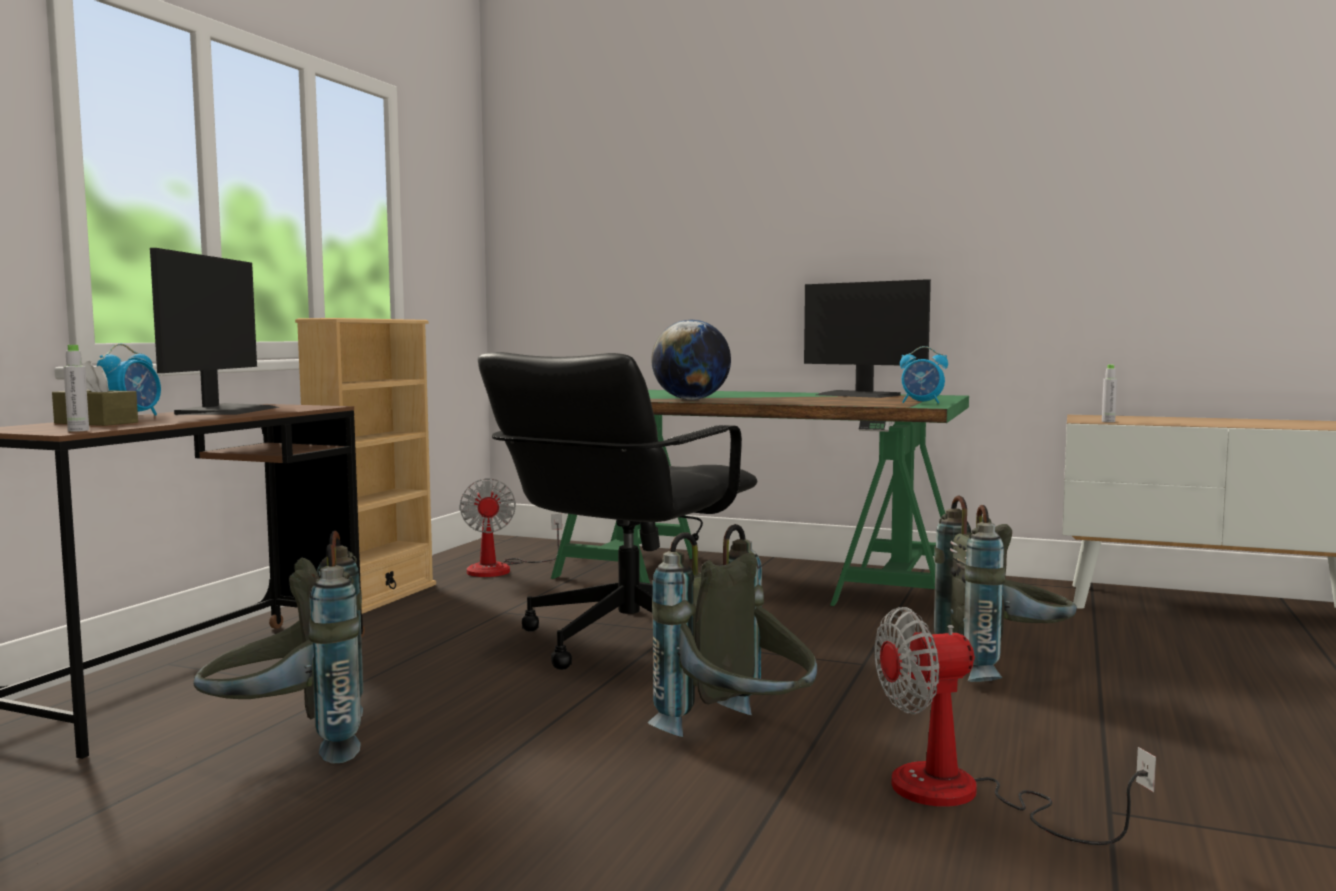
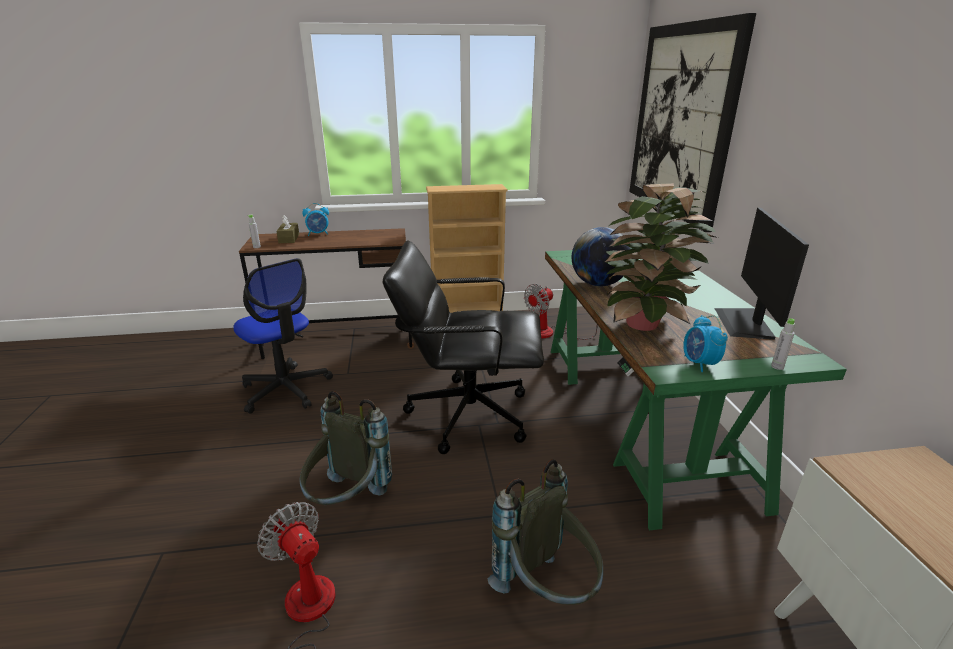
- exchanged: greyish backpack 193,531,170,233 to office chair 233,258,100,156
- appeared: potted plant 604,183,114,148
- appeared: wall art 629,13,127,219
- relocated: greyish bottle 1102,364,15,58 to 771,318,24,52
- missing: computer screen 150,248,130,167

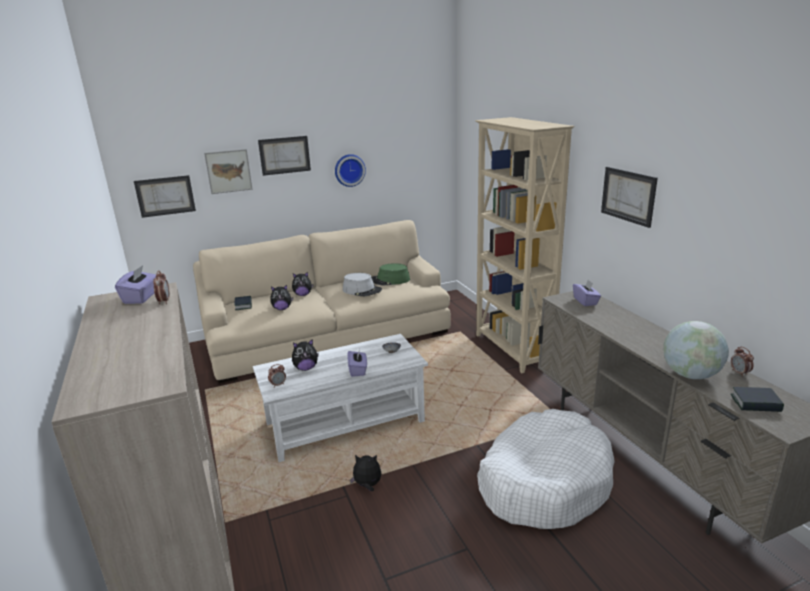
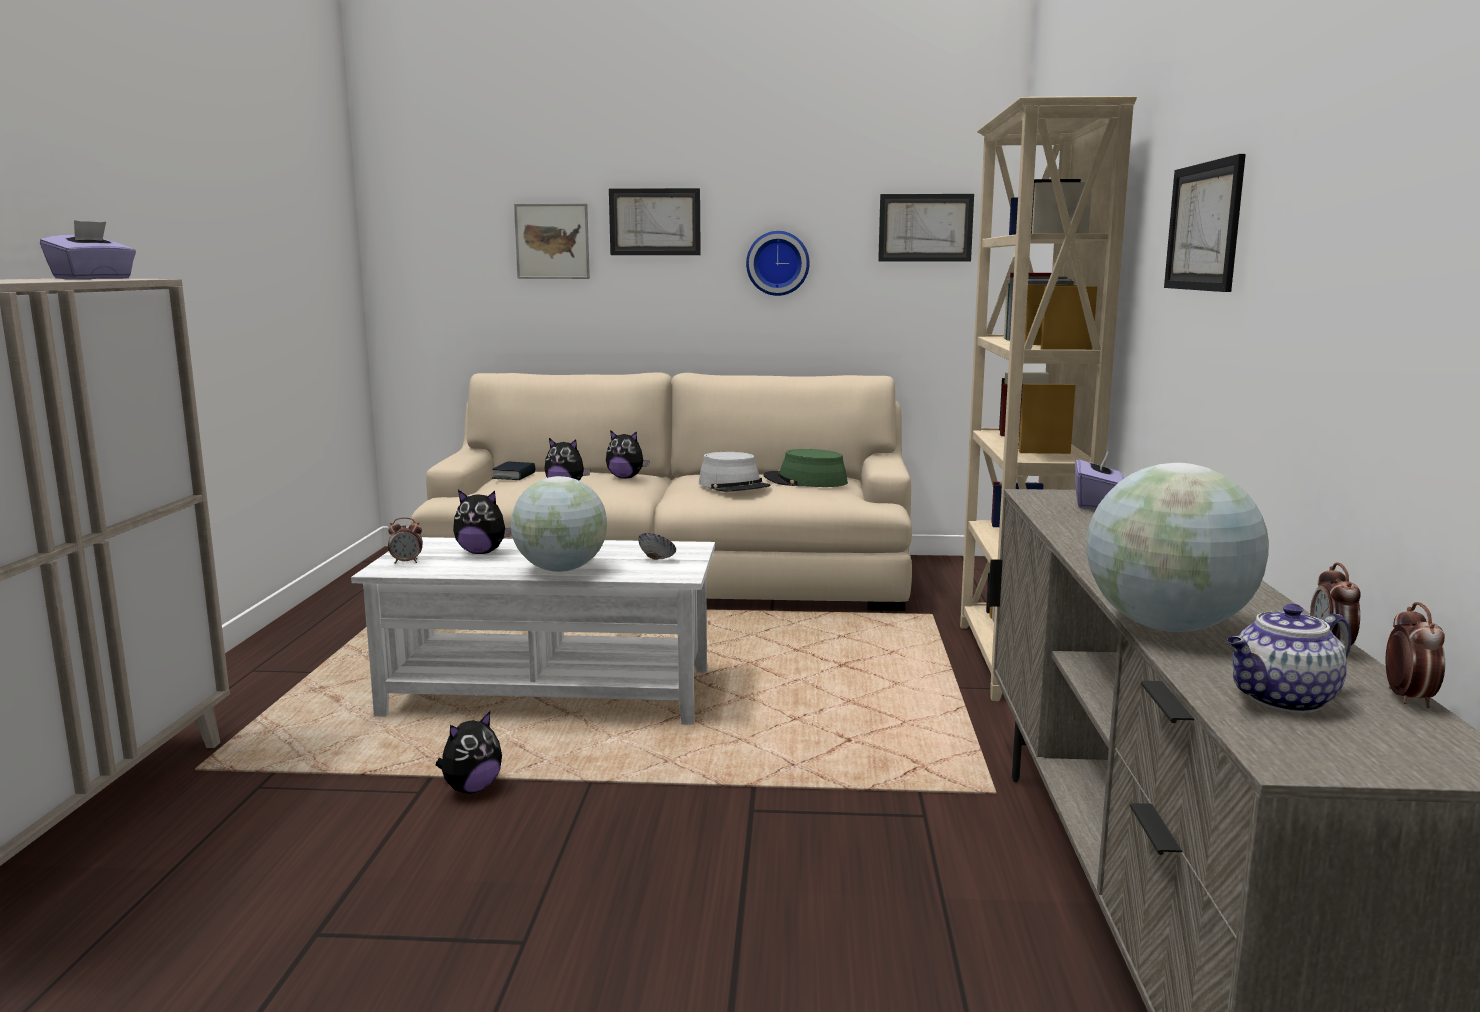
- spun: plush toy 350,455,31,36 = 436,711,66,82 105 degrees clockwise
- exchanged: purplish tissue box 348,349,19,28 to world globe 511,476,96,96
- relocated: wall art 134,175,62,43 to 878,194,96,68
- exchanged: bound book 731,387,53,25 to pot for tea 1227,604,124,109
- relocated: bedside clock 153,270,17,34 to 1385,602,60,106
- missing: white dog bed 477,409,138,120

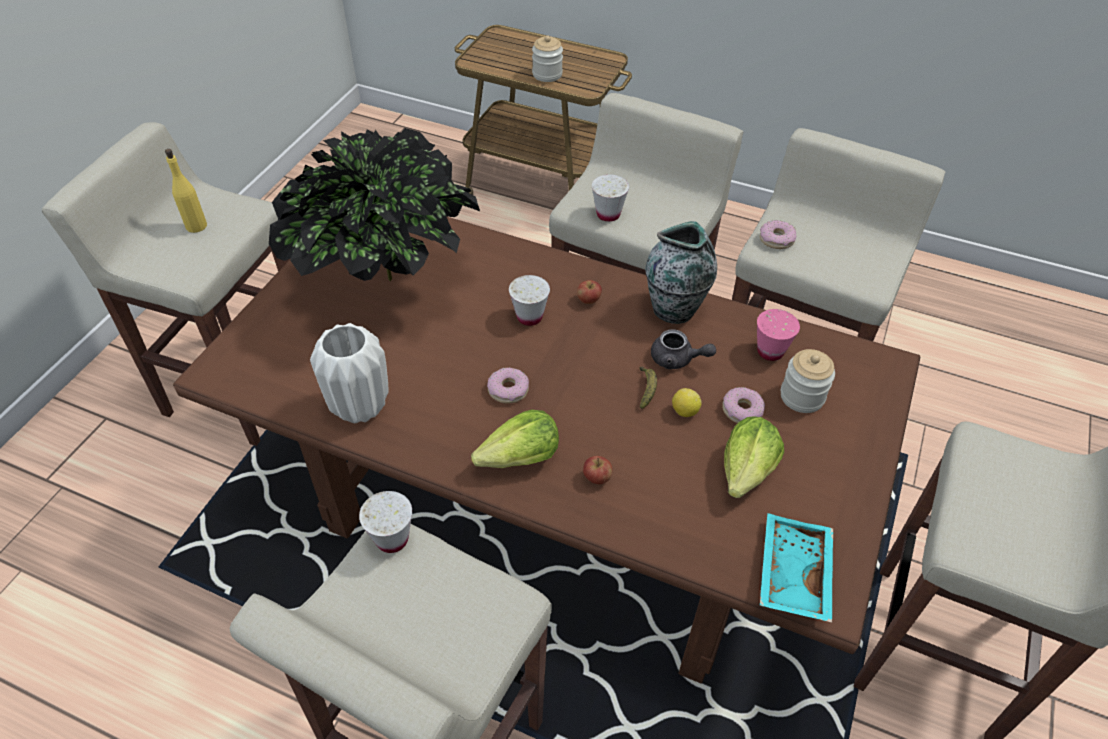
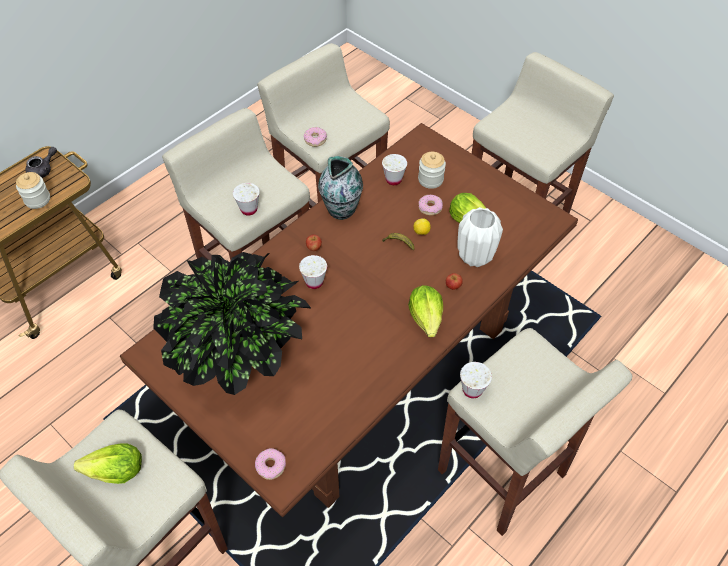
- relocated: greyish pot for tea 651,329,65,40 to 25,147,32,31
- exchanged: yellow-coloured bottle 165,149,42,84 to lettuce 74,443,68,41
- relocated: ring doughnut 487,368,42,36 to 255,448,31,32
- colour: pinkish cup 757,309,43,52 to white cup 382,154,25,31
- relocated: white decorative vase 310,323,79,100 to 457,207,46,60
- missing: turquoise-coloured carrying tray 760,513,73,110

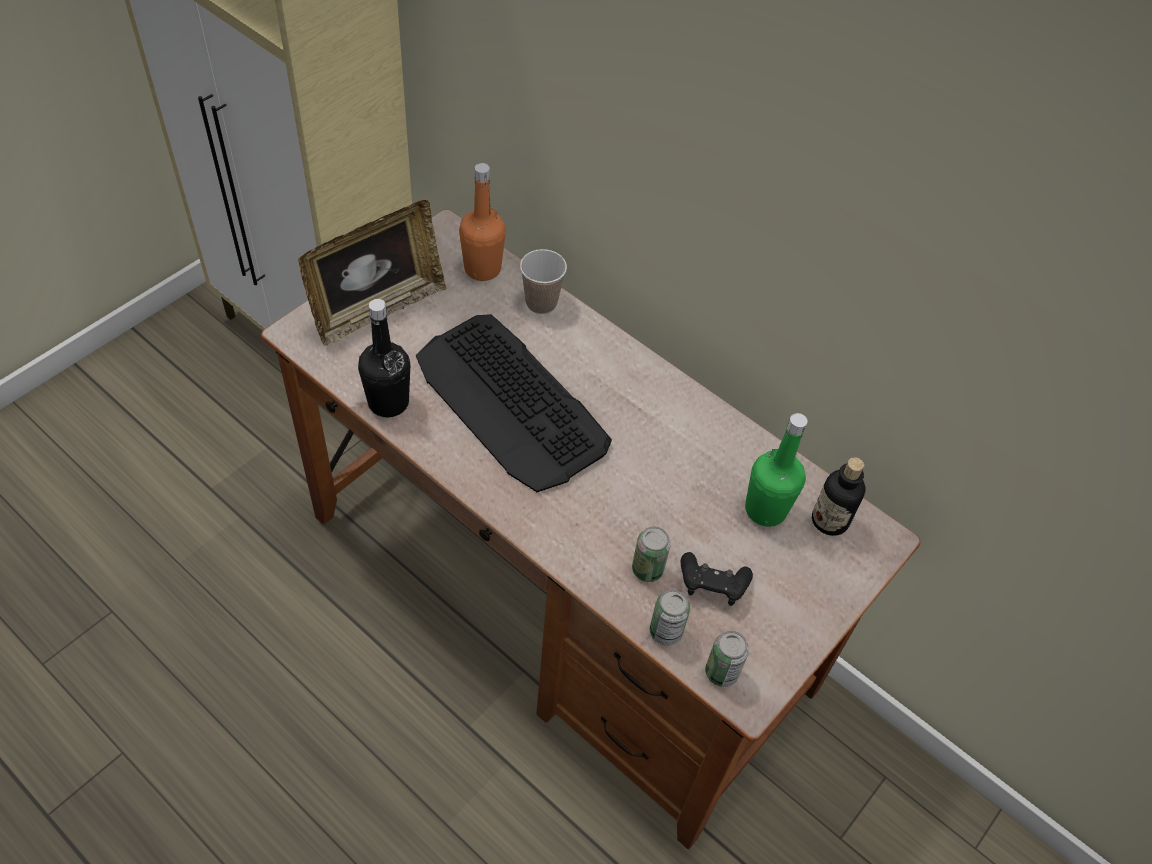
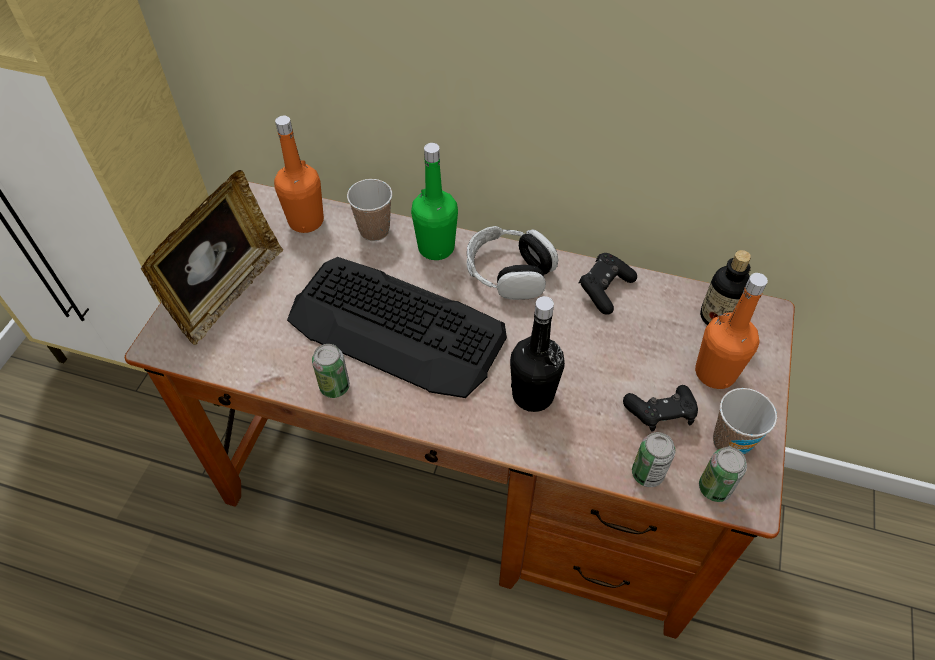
- relocated: metal can 632,526,39,56 to 312,344,38,54
- relocated: greenish bottle 745,413,63,114 to 411,143,47,117
- appeared: headphones 467,226,91,74
- relocated: blackish bottle 358,299,52,118 to 510,296,55,116
- appeared: blackish gamepad 579,253,58,62
- appeared: orange bottle 695,273,73,116
- appeared: cup 713,388,64,67

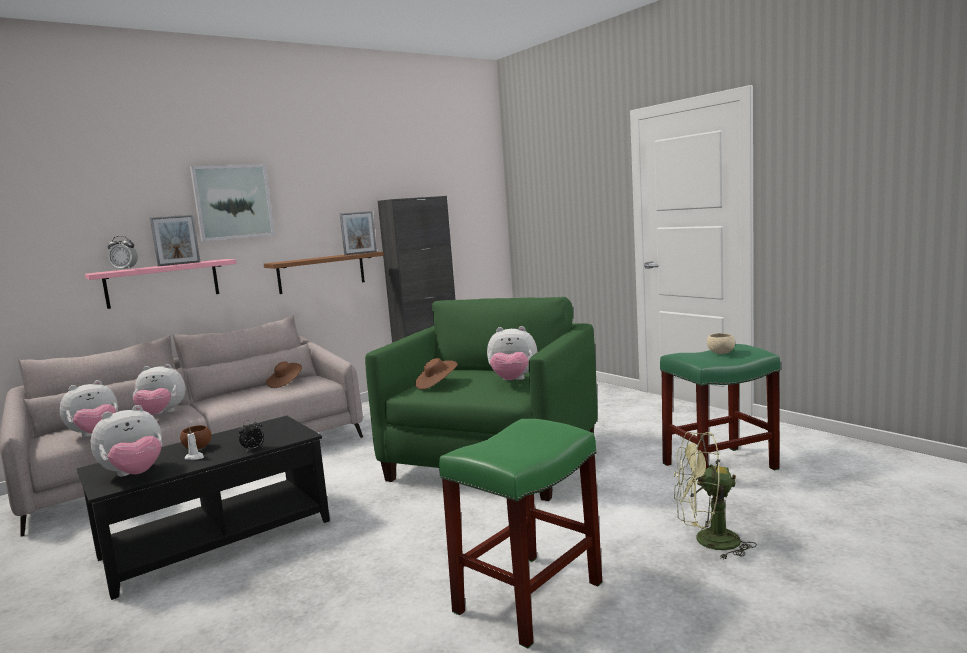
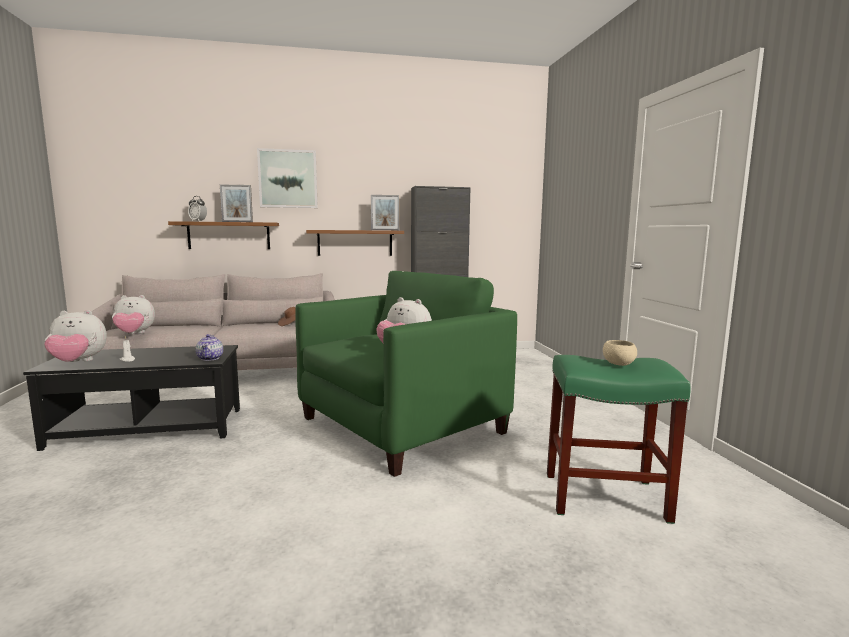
- colour: pinkish shelf 85,259,151,50 to brown shelf 168,221,111,28
- appeared: pot for tea 196,334,27,27
- missing: plush toy 133,364,52,50
- missing: brown deep dish 180,425,32,24
- missing: bedside clock 239,419,25,33
- missing: brown clothing hat 415,358,42,32
- missing: greenish stool seat 439,419,163,230
- missing: greenish cooling fan 674,432,83,128

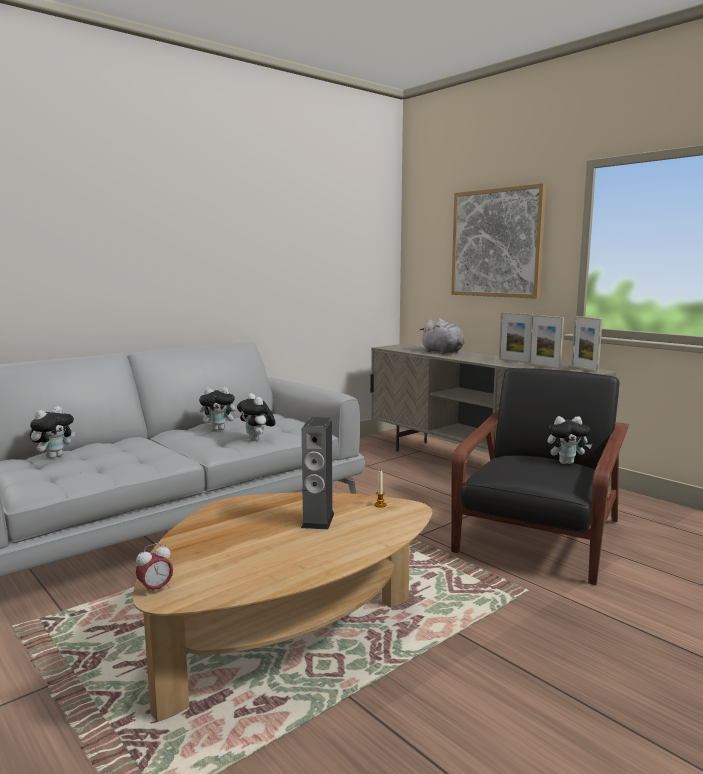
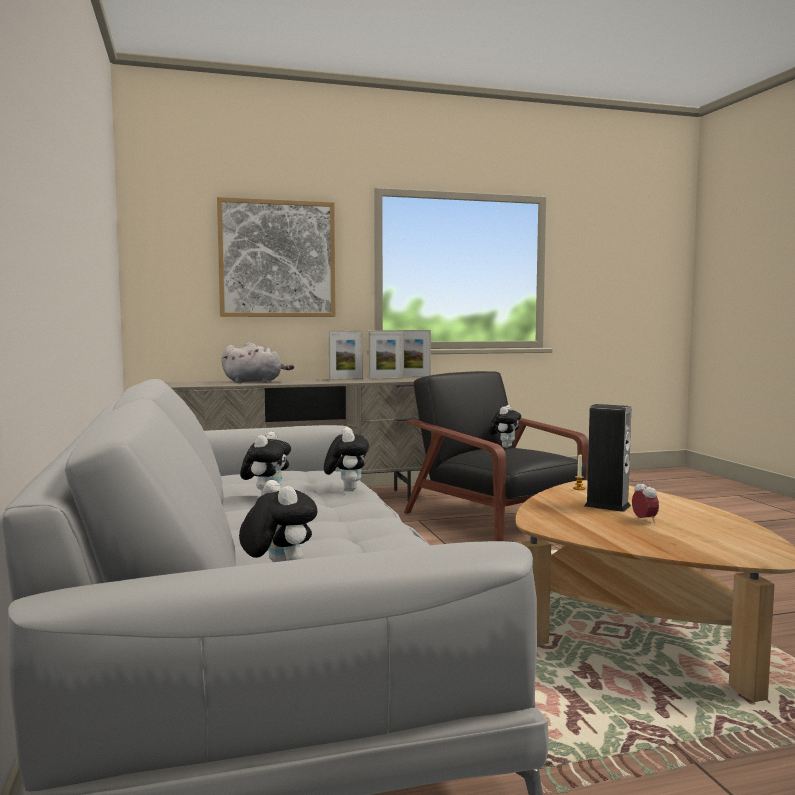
- spun: plush toy 237,393,39,48 = 324,427,45,64 90 degrees counterclockwise
- relocated: bedside clock 136,543,37,53 to 632,480,27,43

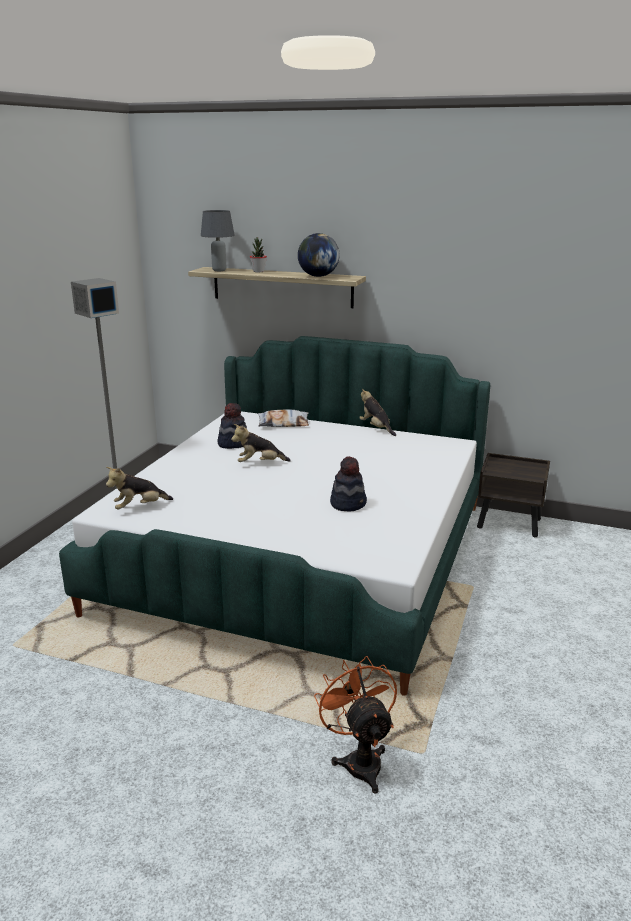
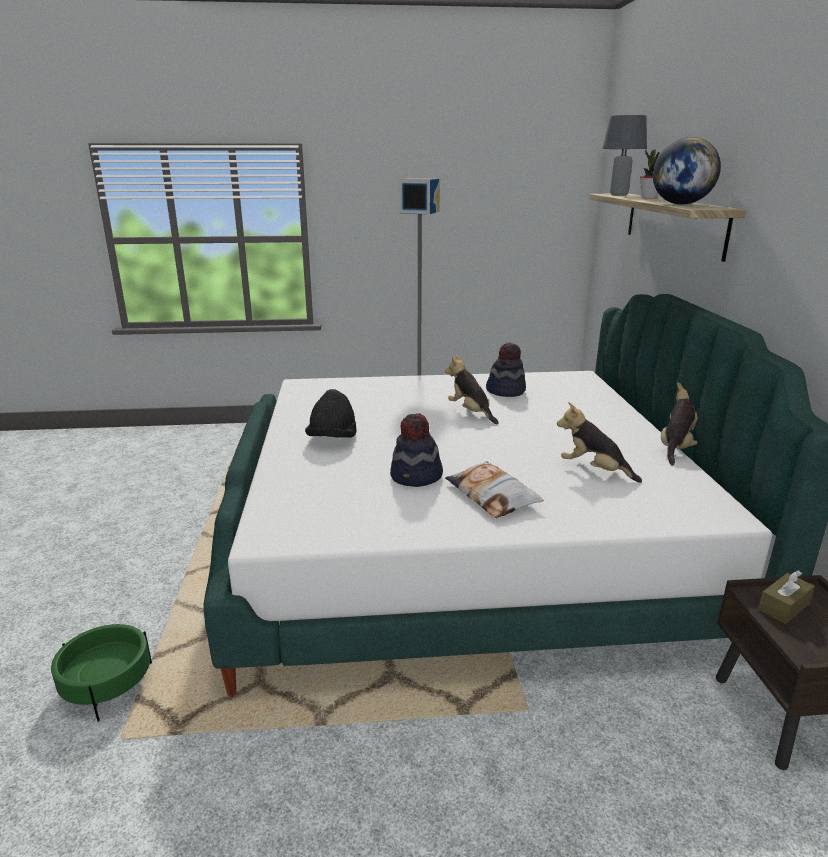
- exchanged: orange cooling fan 314,656,83,138 to greenish flower pot 51,624,101,98
- appeared: blackish clothing hat 305,389,52,49
- relocated: pillow 258,409,51,18 to 445,461,98,57
- relocated: plush toy 106,467,67,43 to 557,402,85,81
- appeared: brown tissue box 758,570,57,54

